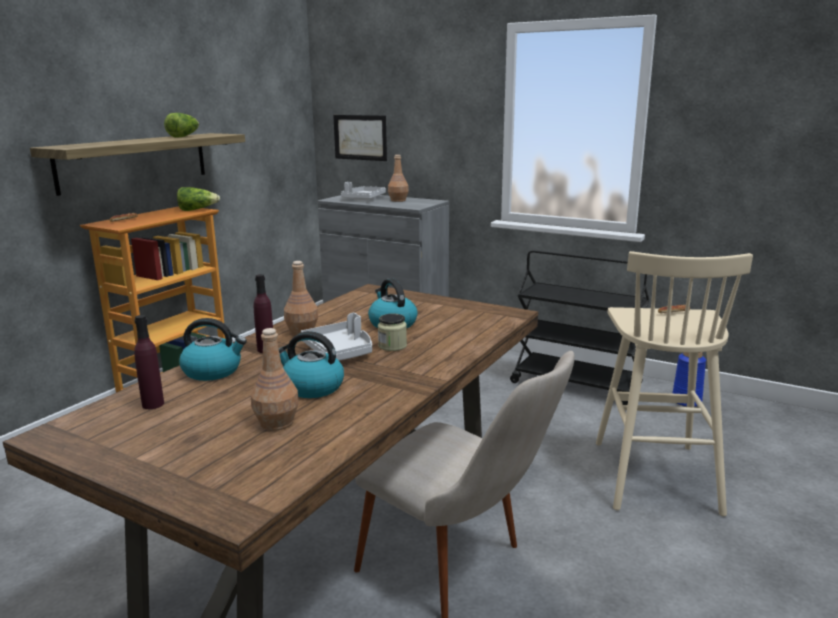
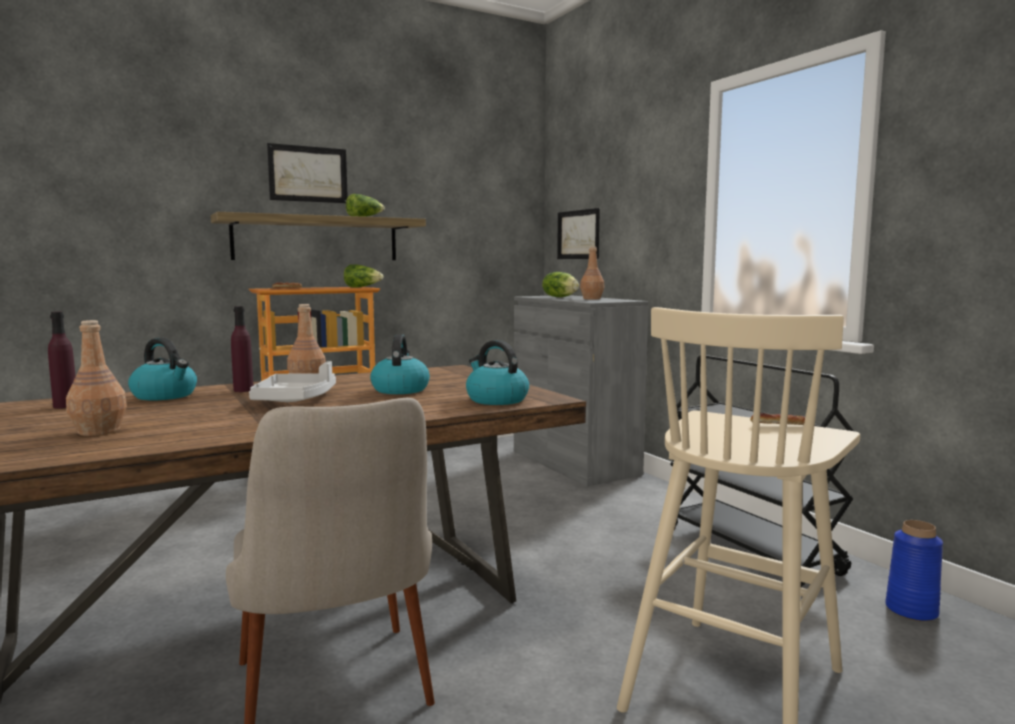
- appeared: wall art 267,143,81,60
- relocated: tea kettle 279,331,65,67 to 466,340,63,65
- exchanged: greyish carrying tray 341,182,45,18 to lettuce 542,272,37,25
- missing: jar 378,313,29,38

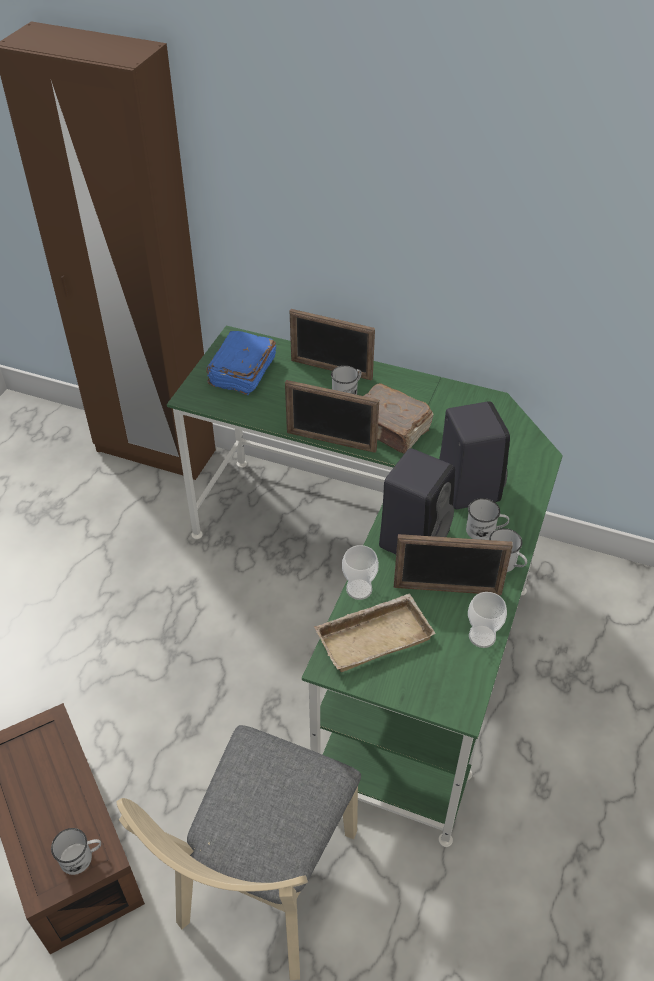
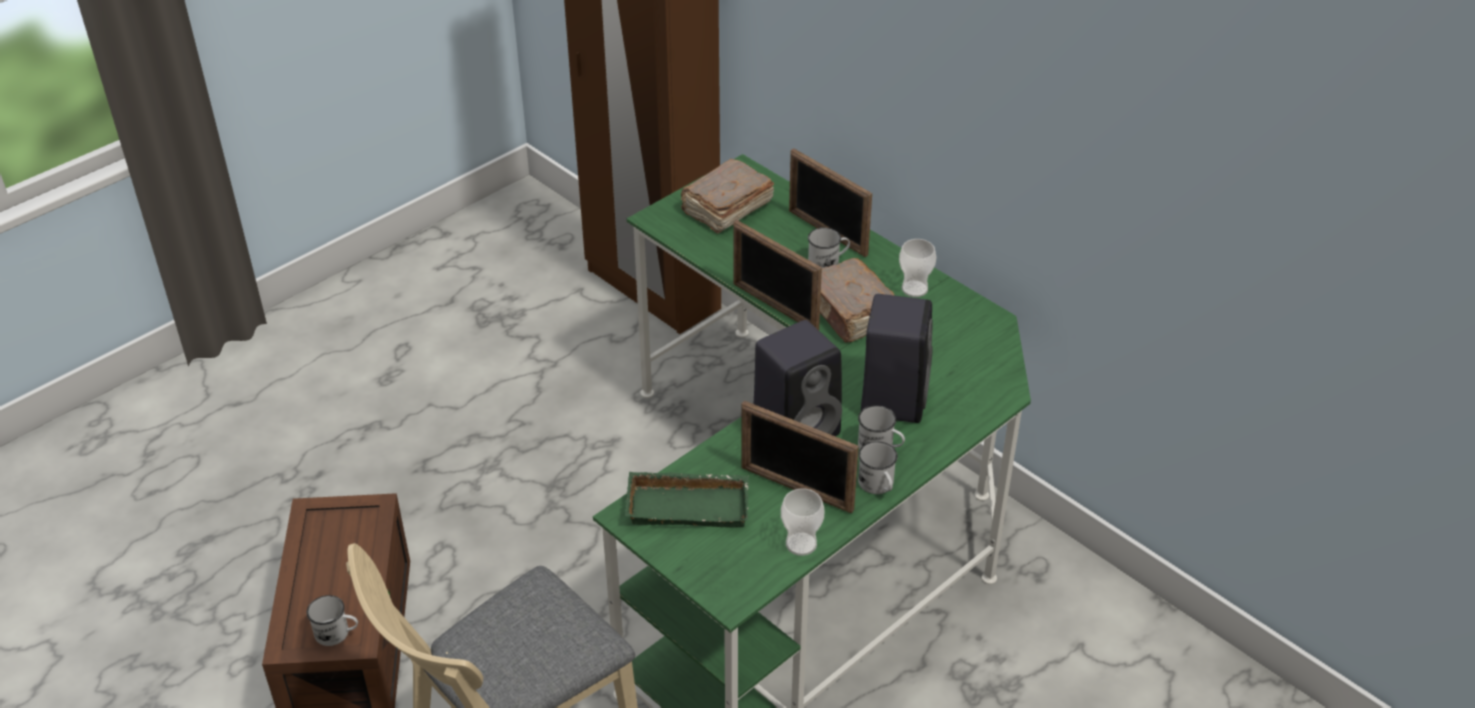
- colour: sand-coloured carrying tray 314,593,122,79 to greenish carrying tray 625,472,124,56
- colour: bluish bound book 207,331,69,64 to brown bound book 680,159,94,75
- relocated: cup 342,545,37,55 to 899,239,37,58

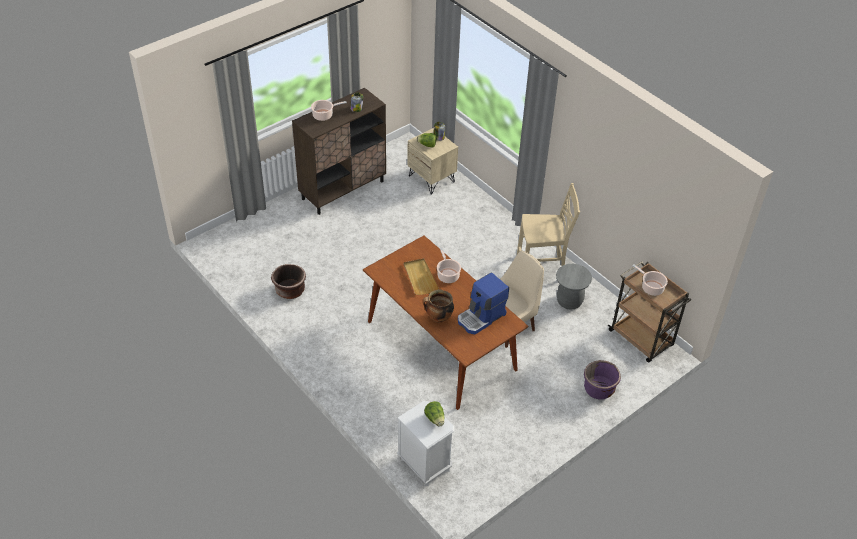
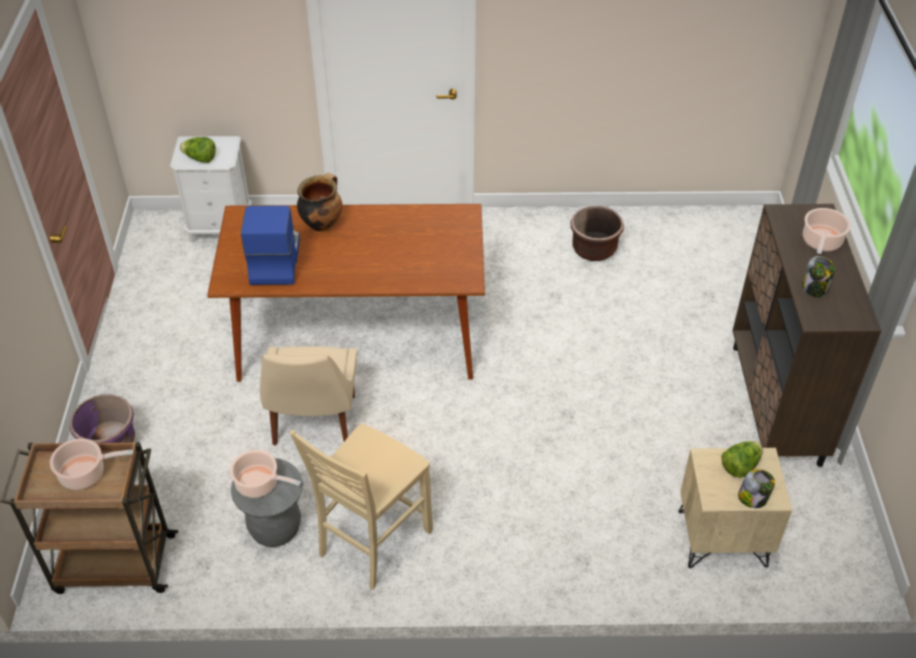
- relocated: saucepot 437,248,24,35 to 230,450,71,48
- missing: sand-coloured carrying tray 404,258,35,37

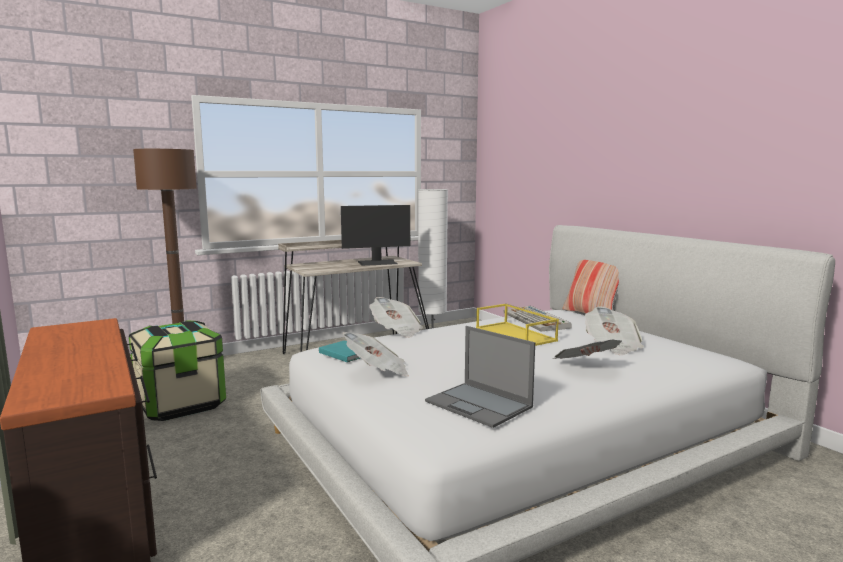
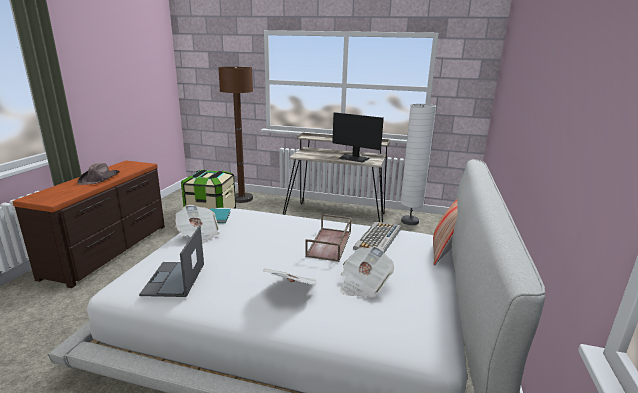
- appeared: brown clothing hat 77,163,43,22
- colour: yellow-coloured carrying tray 476,304,83,42 to brown carrying tray 305,214,47,48
- missing: newspaper 369,297,54,41

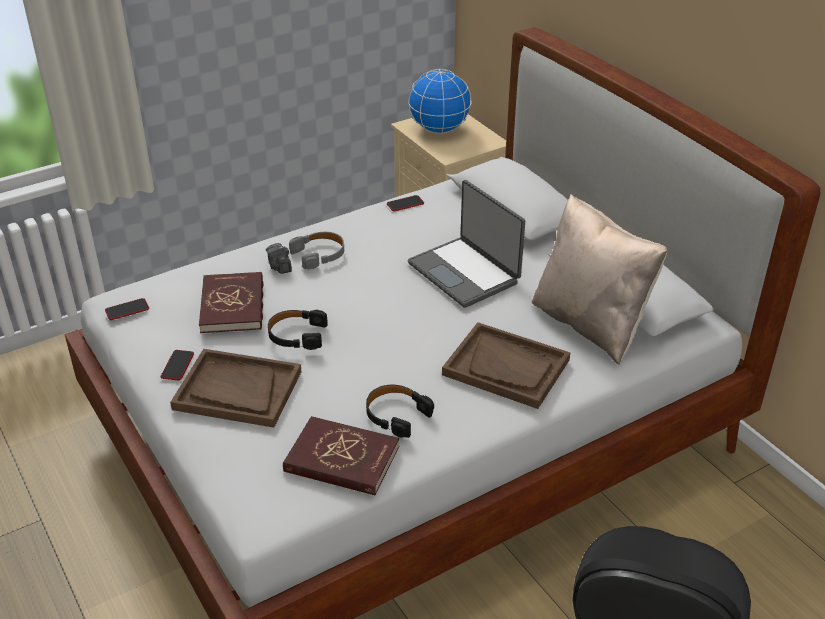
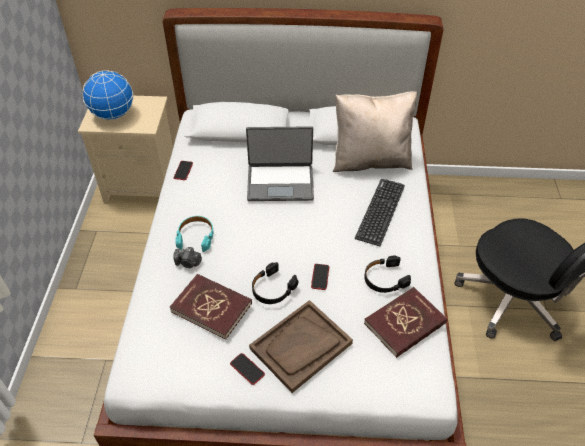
- colour: greyish headphones 289,232,55,37 to turquoise-coloured headphones 176,216,38,36
- relocated: phone 105,298,44,22 to 311,264,18,26
- exchanged: brown carrying tray 442,322,128,87 to computer keyboard 355,179,50,67

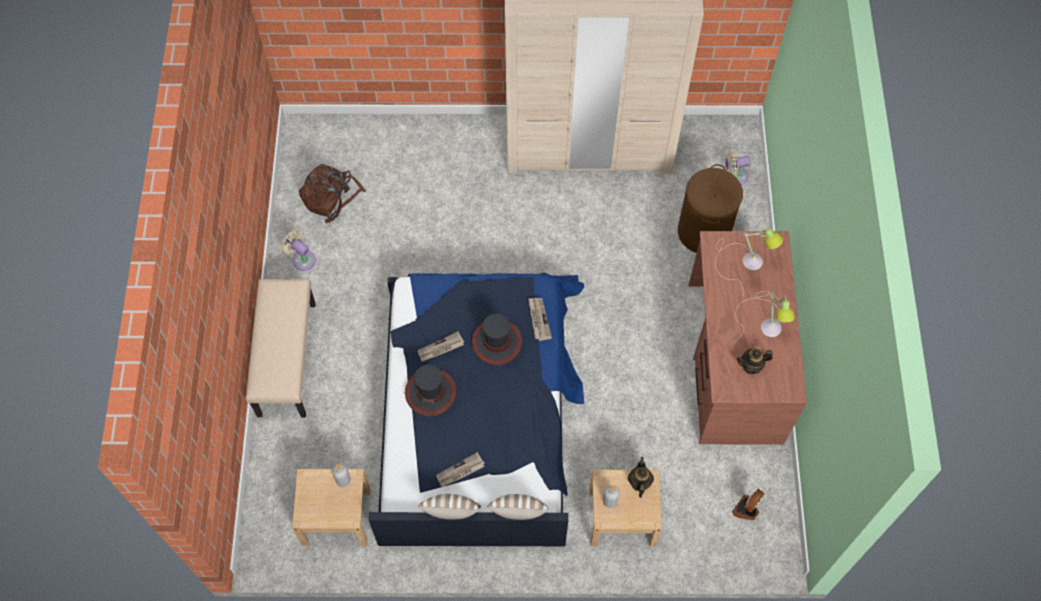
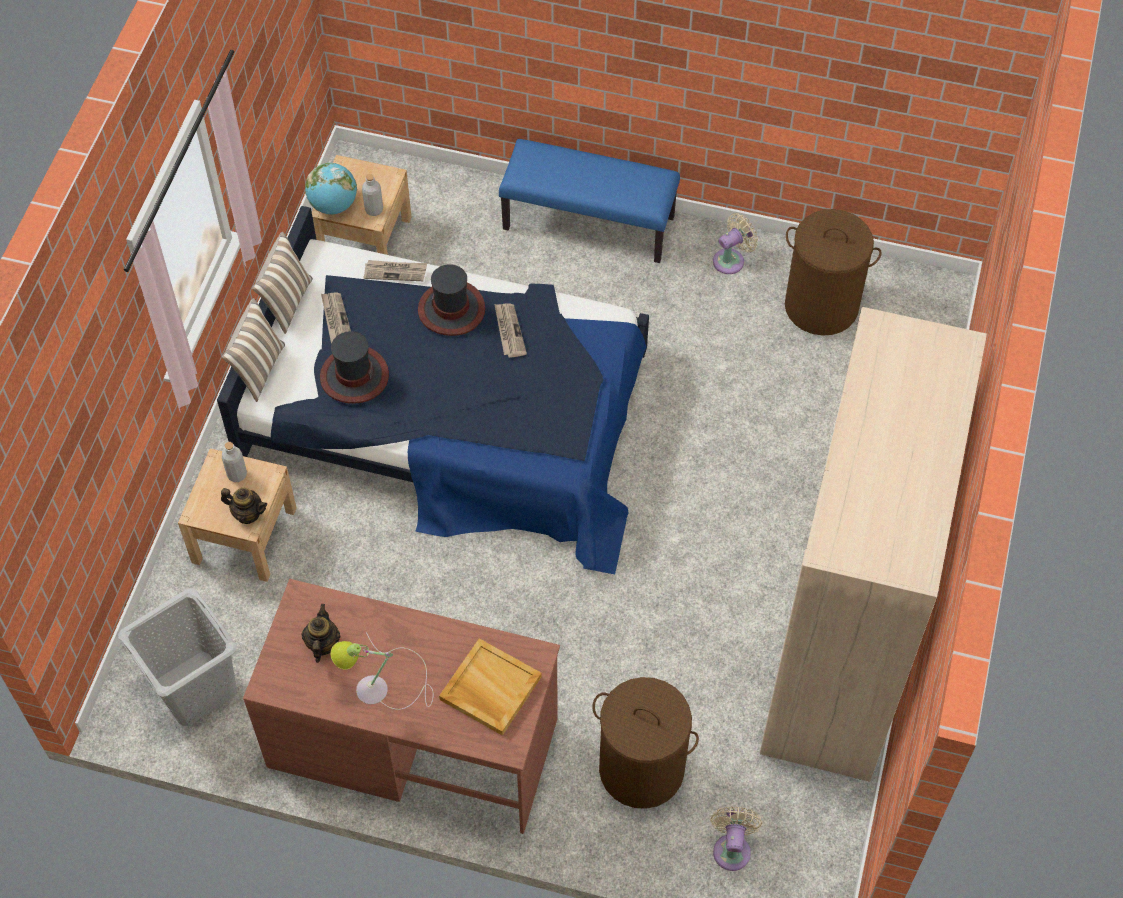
- exchanged: cooling fan 732,489,32,31 to greyish washing basket 118,588,119,138
- appeared: world globe 305,163,52,51
- relocated: clothing hat 472,314,50,51 to 320,331,69,73
- relocated: newspaper 528,298,24,43 to 364,260,63,21
- exchanged: lamp for a table 715,226,68,70 to sand-coloured carrying tray 439,638,103,98
- colour: sand-coloured indoor bench 246,279,70,138 to bluish indoor bench 499,139,181,124
- exchanged: brown backpack 299,164,67,59 to brown washing basket 785,209,96,127

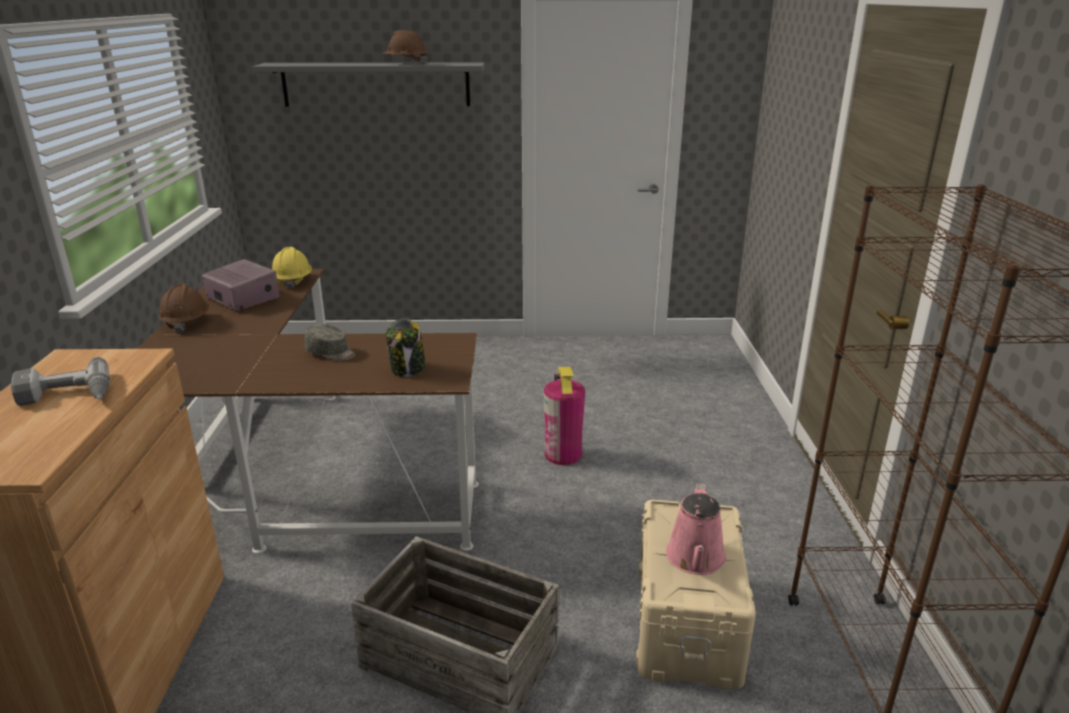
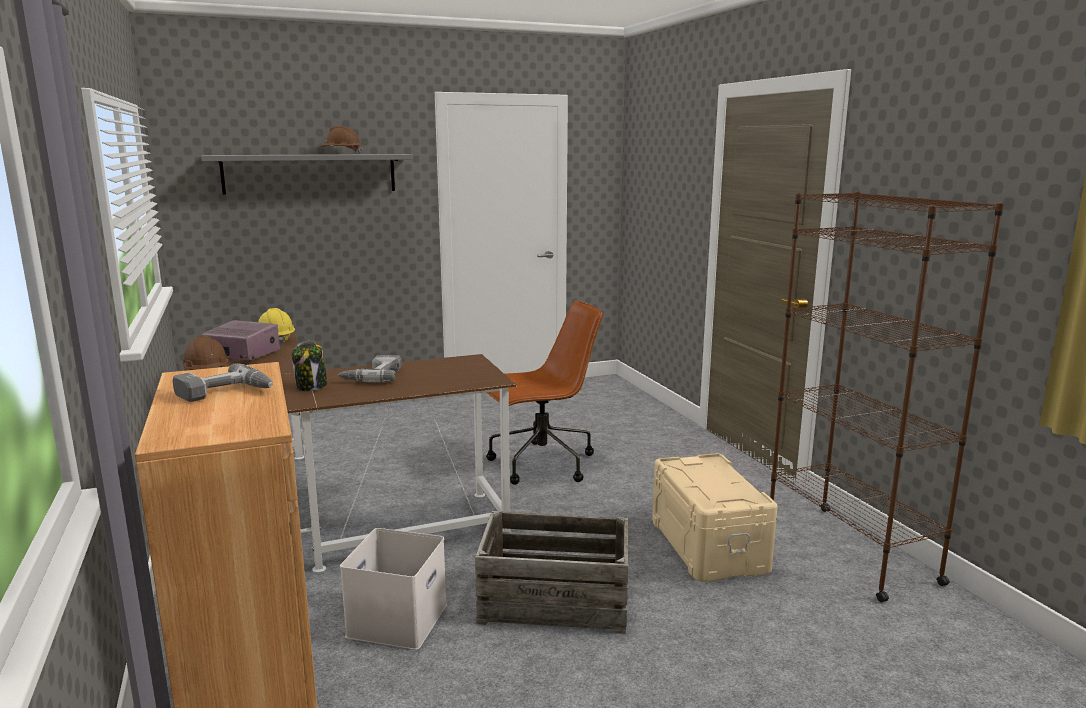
- relocated: jar 386,319,40,58 to 292,341,35,50
- exchanged: greyish baseball cap 304,324,52,37 to power drill 338,355,64,27
- appeared: white storage box 340,528,107,122
- exchanged: fire-fighting cylinder 544,367,41,98 to brown office chair 486,301,117,184
- missing: pinkish watering pot 666,483,60,92

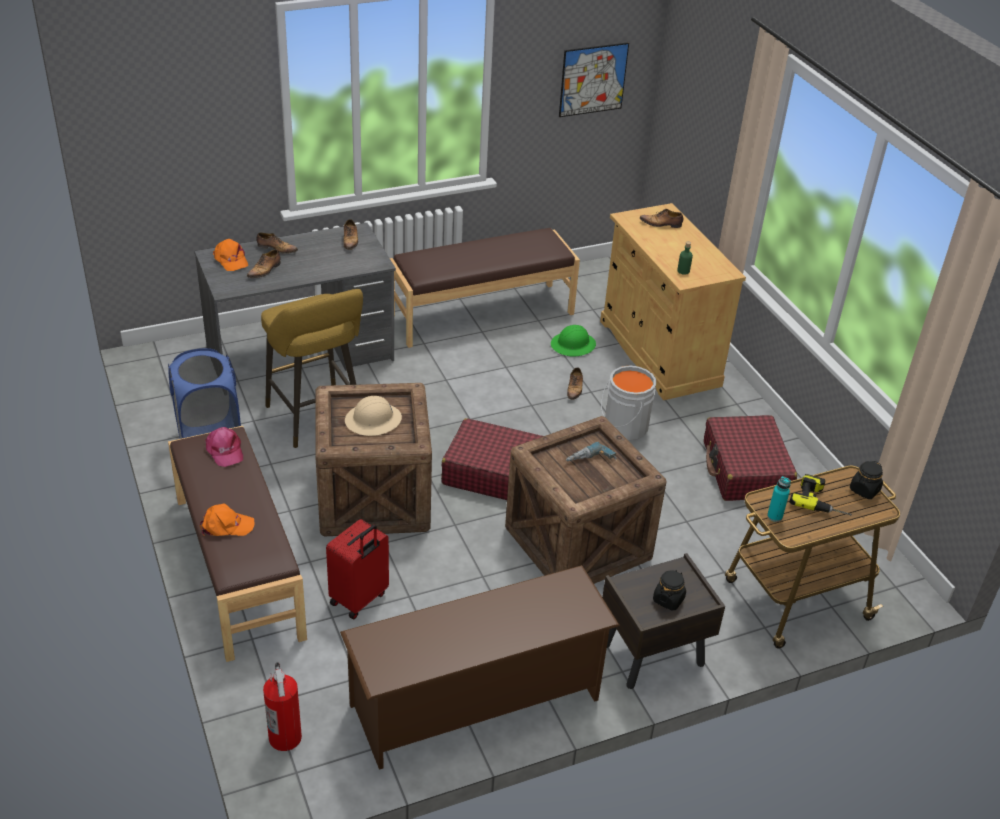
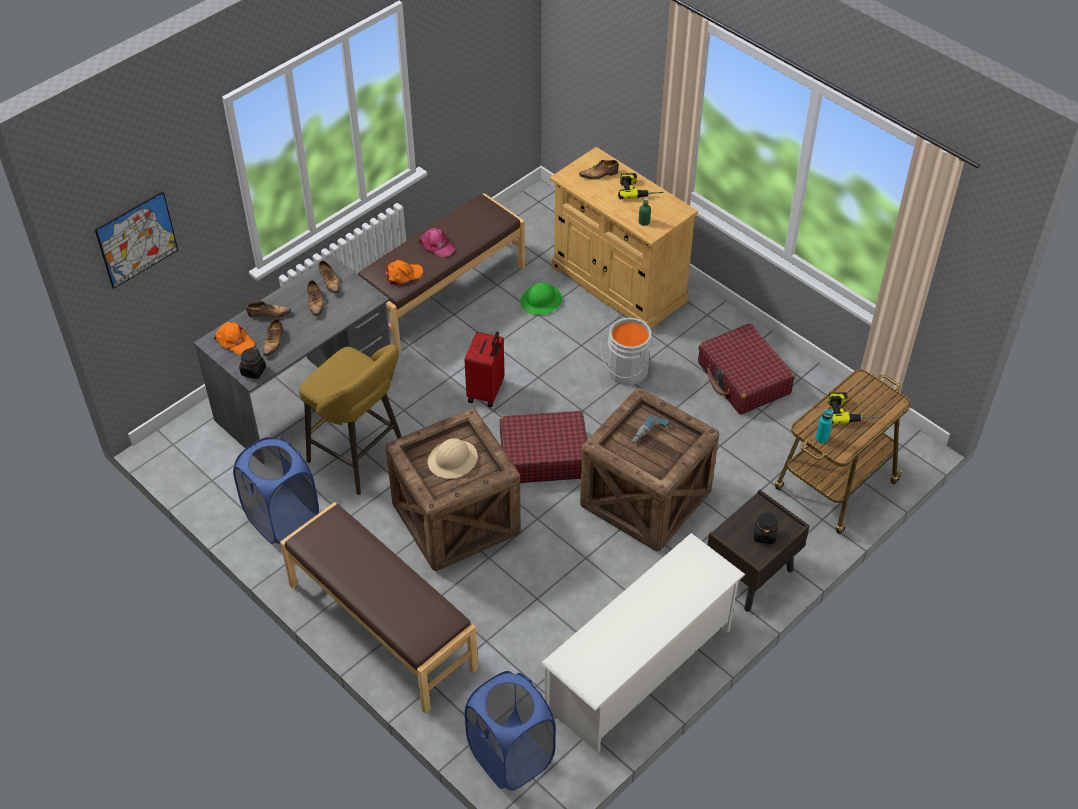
- relocated: wall art 559,42,70,75 to 95,191,83,98
- relocated: blackish jar 850,461,33,38 to 239,347,27,32
- relocated: shoe 567,367,16,33 to 307,280,17,36
- relocated: orange baseball cap 200,504,55,32 to 385,260,38,26
- relocated: pinkish baseball cap 205,427,38,40 to 419,228,37,29
- relocated: red piece of luggage 326,519,63,100 to 465,332,40,75
- exchanged: fire-fighting cylinder 263,662,39,89 to bluish washing basket 465,671,91,120
- colour: brown shoe rack 340,565,280,205 to white shoe rack 541,533,205,220
- appeared: power drill 618,173,46,26

